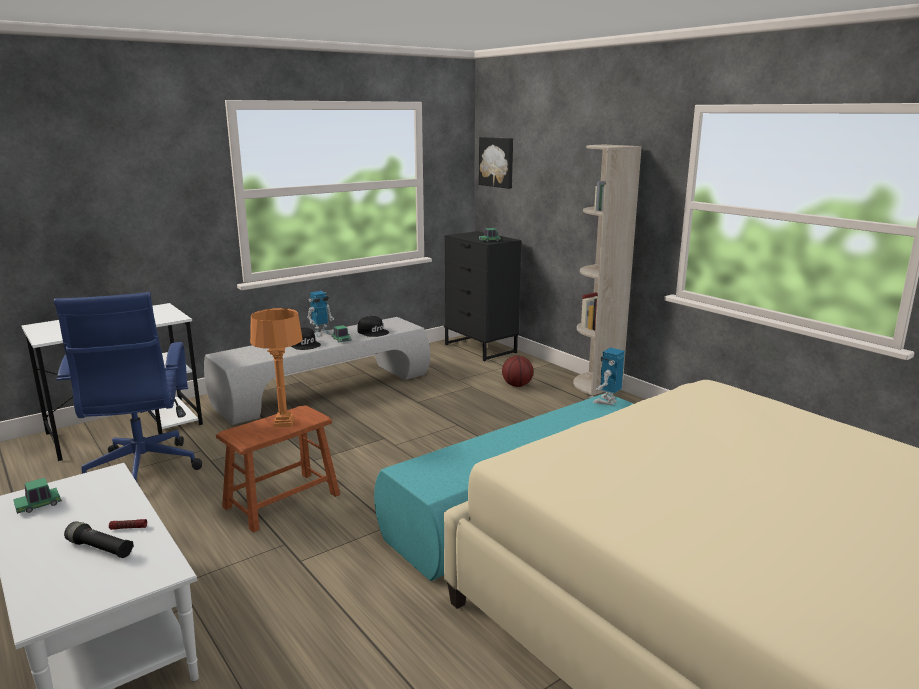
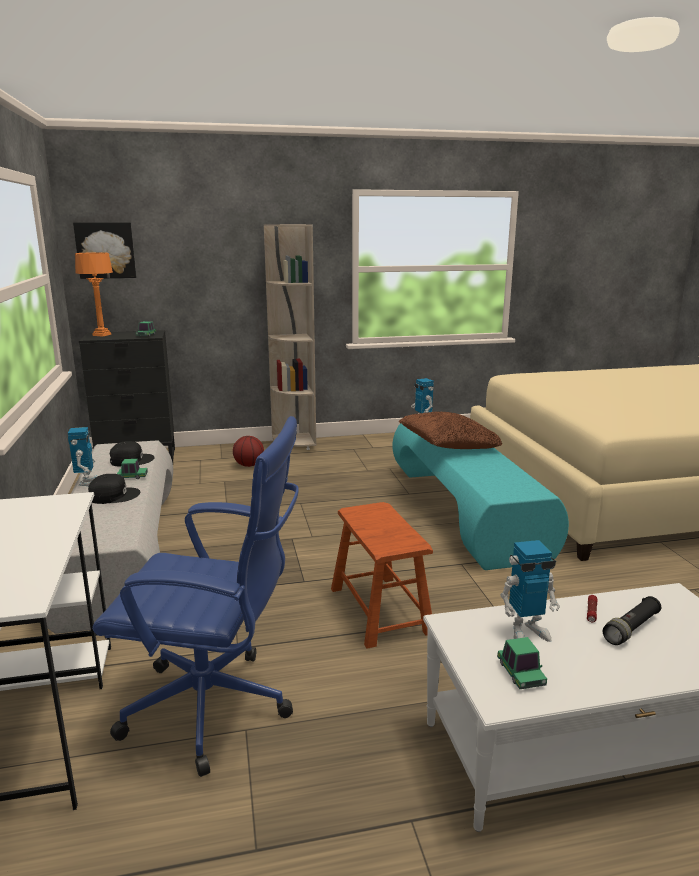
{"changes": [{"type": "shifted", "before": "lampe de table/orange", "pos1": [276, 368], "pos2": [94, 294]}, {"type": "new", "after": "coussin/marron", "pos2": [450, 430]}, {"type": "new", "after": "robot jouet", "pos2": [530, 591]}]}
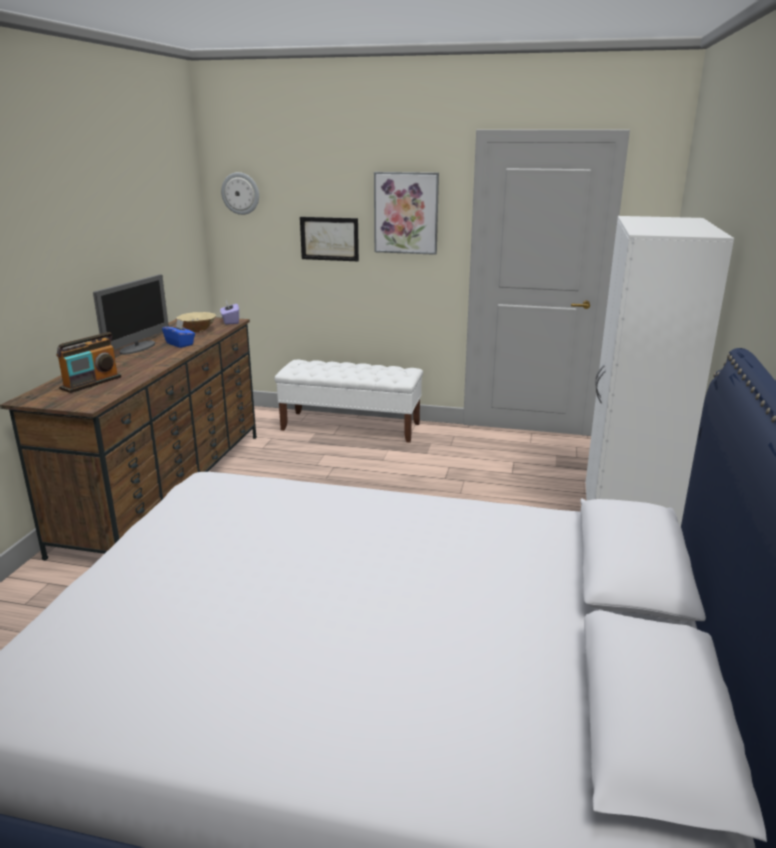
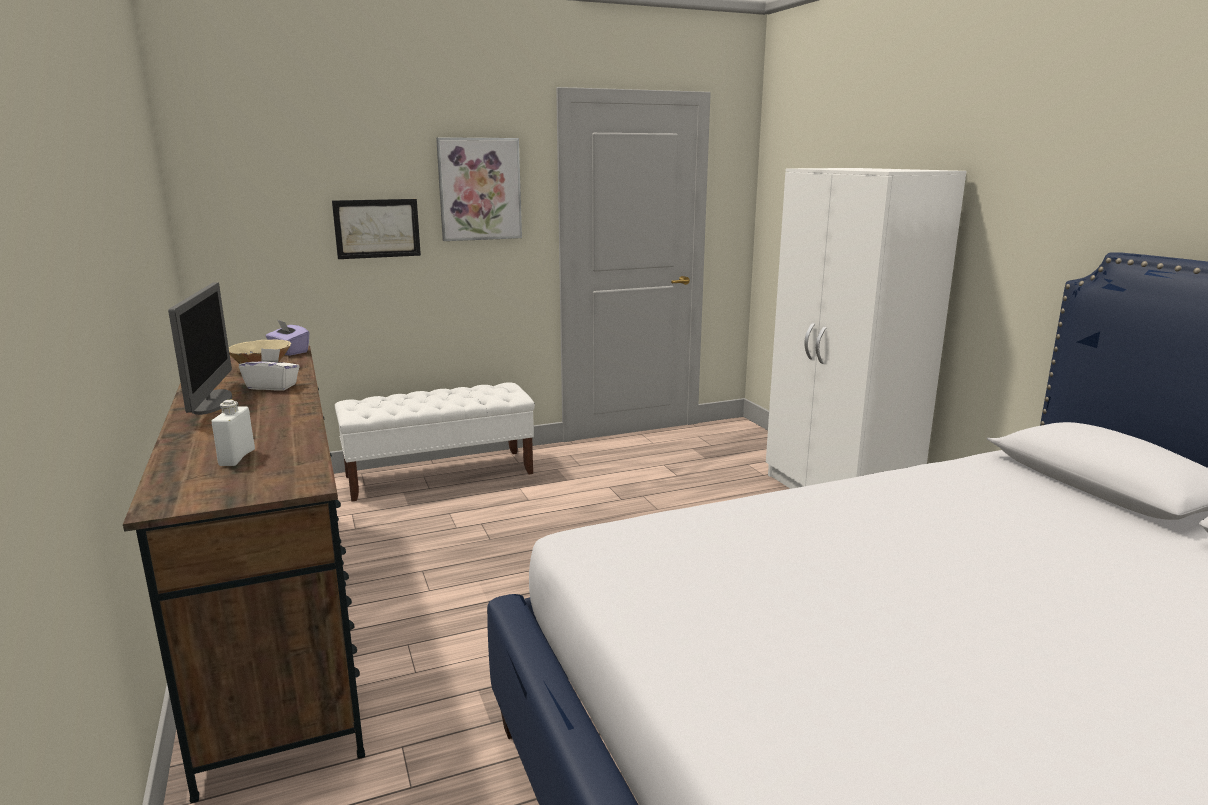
{"changes": [{"type": "swapped", "before": "radio", "after": "bouteille/blanc", "pos1": [88, 362], "pos2": [233, 433]}, {"type": "repainted", "before": "boîte à mouchoirs/bleu", "after": "boîte à mouchoirs/blanc", "pos1": [178, 333], "pos2": [269, 369]}, {"type": "gone", "before": "horloge murale", "pos1": [240, 193]}]}
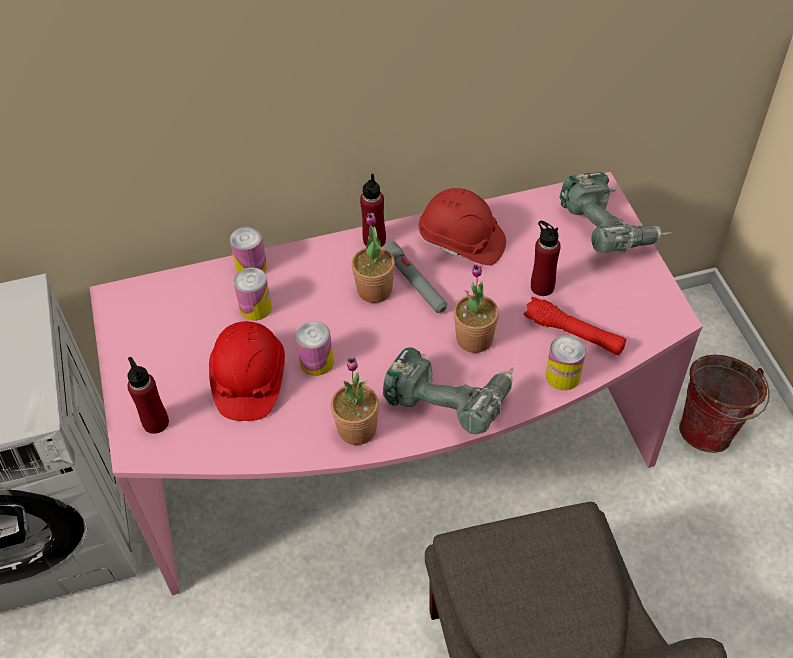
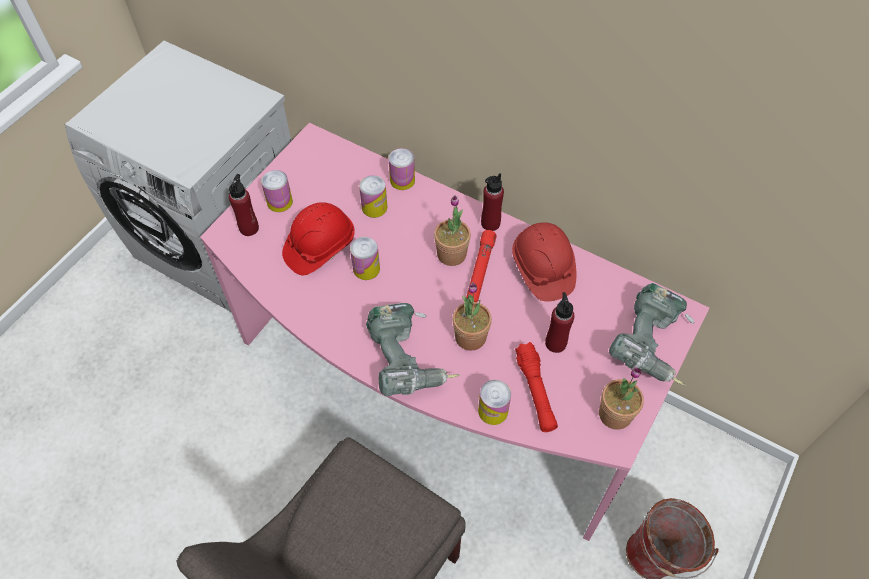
{"changes": [{"type": "new", "after": "boîte métallique", "pos2": [277, 191]}, {"type": "repainted", "before": "lampe de poche/gris", "after": "lampe de poche/rouge", "pos1": [415, 277], "pos2": [481, 266]}, {"type": "shifted", "before": "plante en pot", "pos1": [355, 401], "pos2": [621, 398]}]}
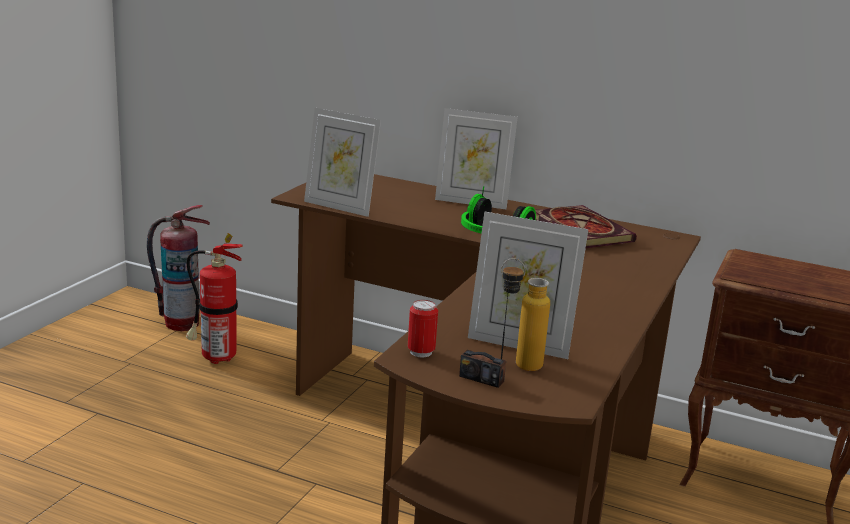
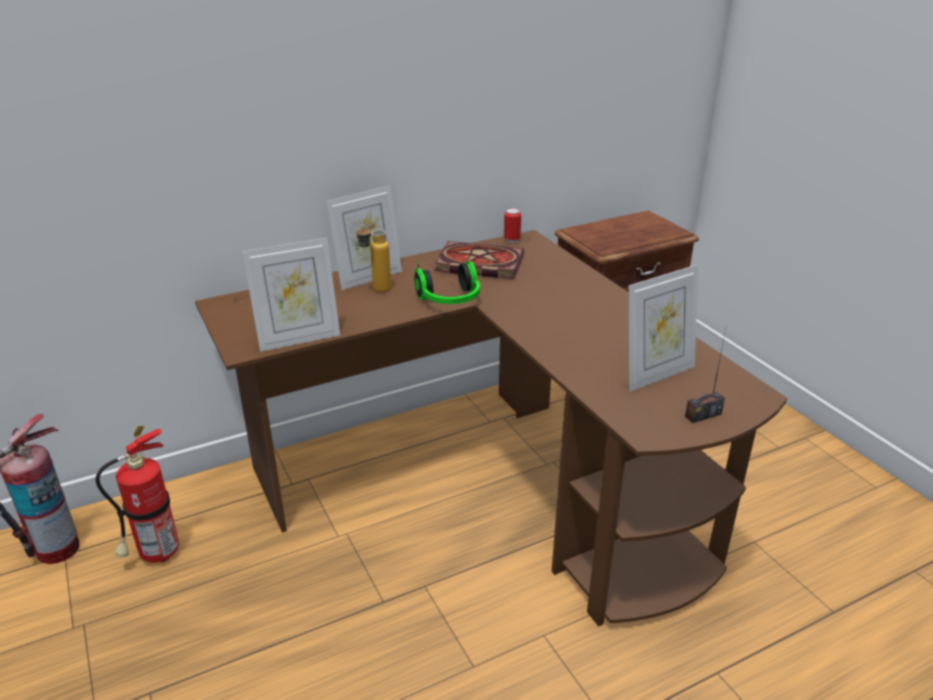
{"changes": [{"type": "shifted", "before": "bouteille", "pos1": [525, 314], "pos2": [373, 257]}, {"type": "shifted", "before": "boîte métallique", "pos1": [423, 328], "pos2": [512, 225]}]}
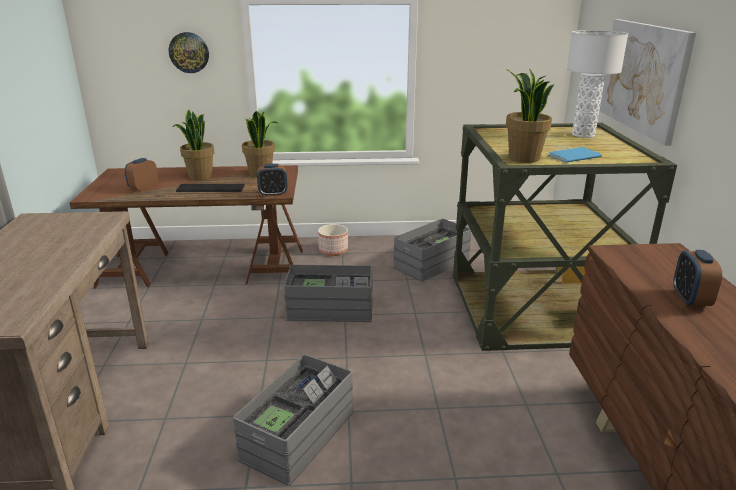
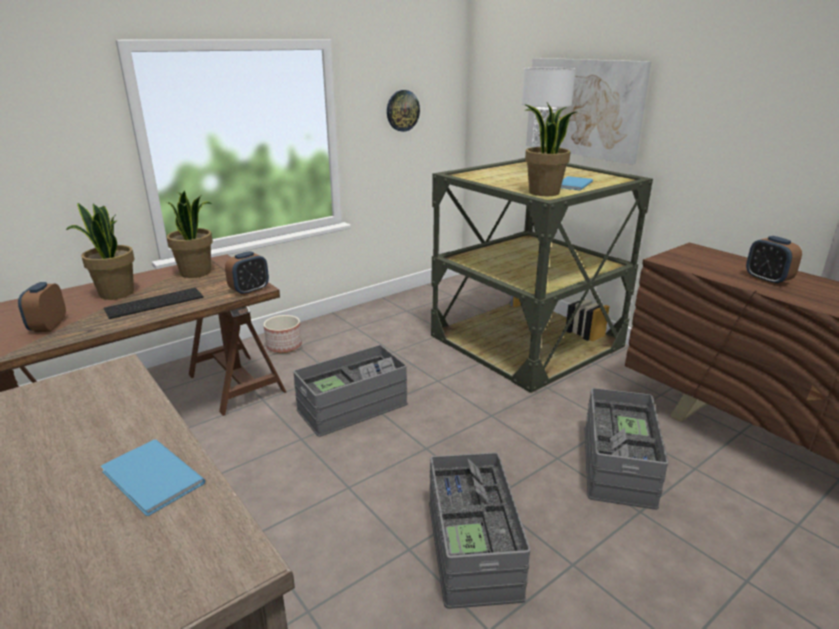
{"changes": [{"type": "new", "after": "livre/bleu", "pos2": [153, 477]}, {"type": "shifted", "before": "horloge murale", "pos1": [189, 52], "pos2": [403, 111]}, {"type": "shifted", "before": "boîte de rangement/gris", "pos1": [432, 250], "pos2": [626, 449]}]}
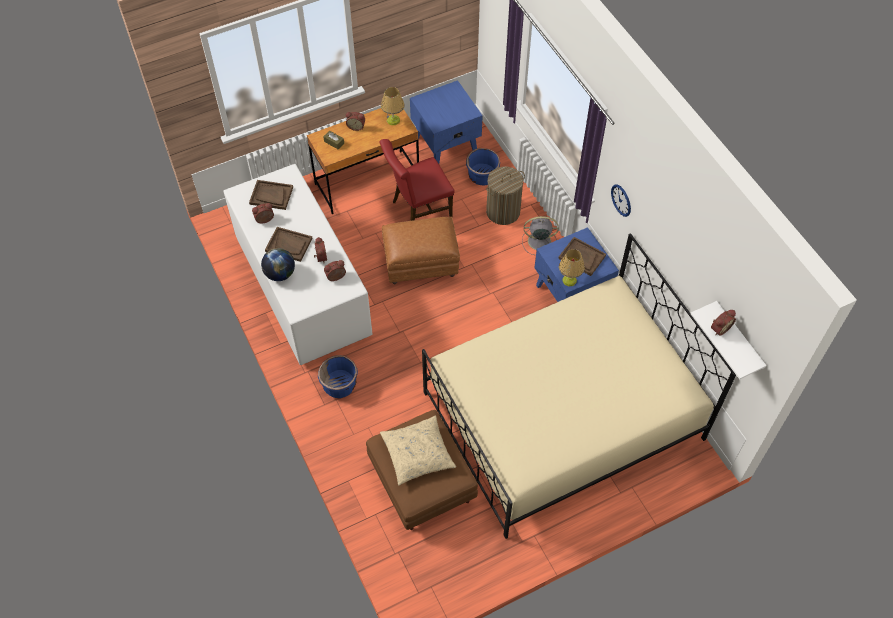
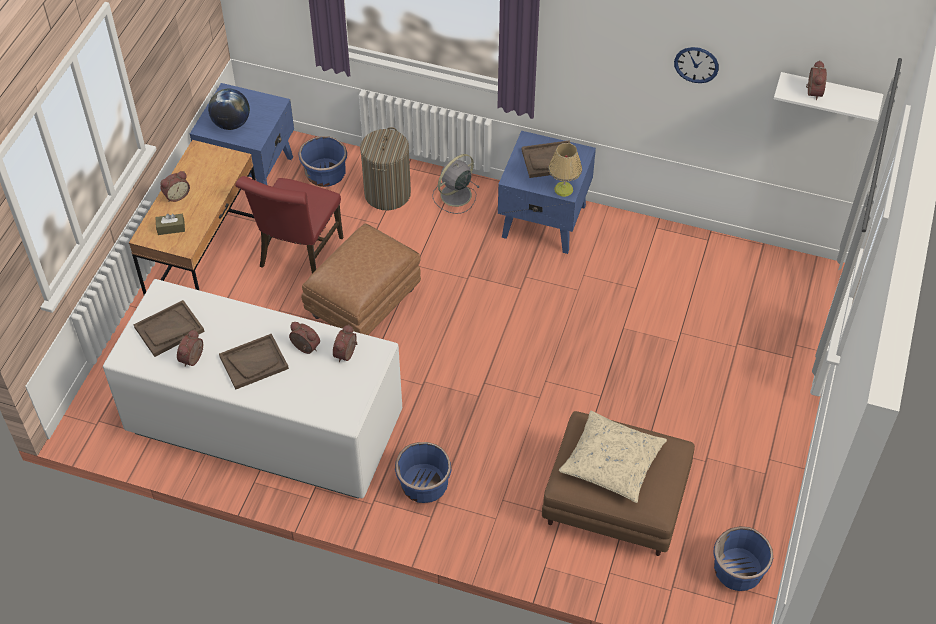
{"changes": [{"type": "shifted", "before": "globe", "pos1": [278, 264], "pos2": [229, 109]}, {"type": "shifted", "before": "horloge murale", "pos1": [621, 200], "pos2": [696, 65]}, {"type": "new", "after": "cache-pot/bleu", "pos2": [743, 558]}, {"type": "gone", "before": "lampe de table", "pos1": [393, 106]}, {"type": "gone", "before": "lit/beige", "pos1": [579, 386]}]}
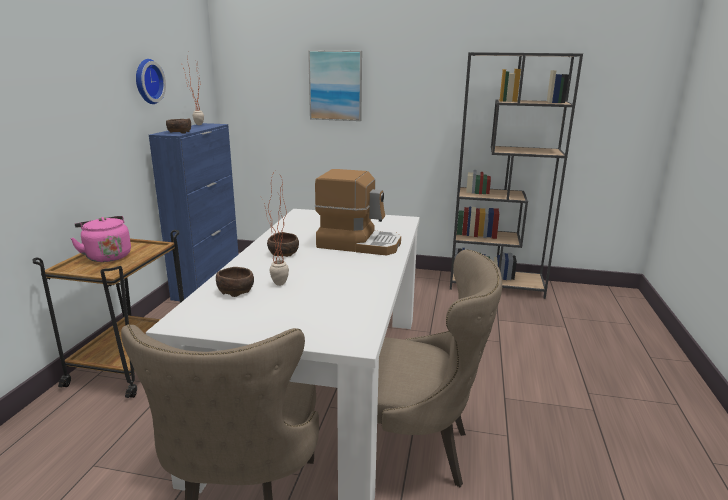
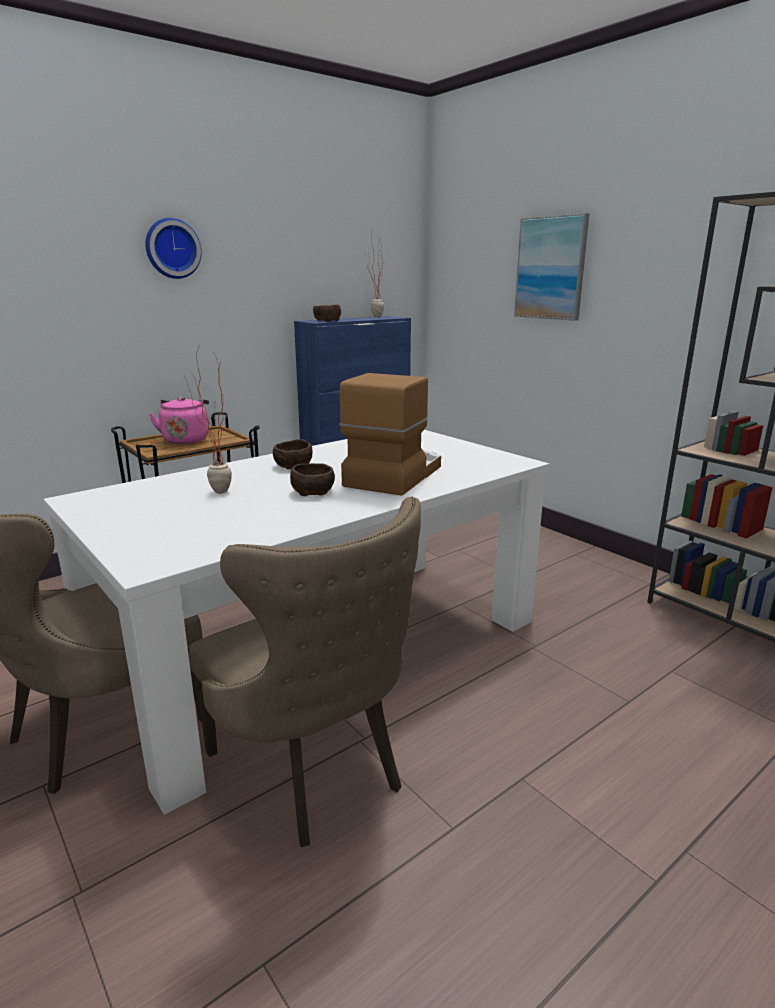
{"changes": [{"type": "shifted", "before": "horloge murale", "pos1": [151, 81], "pos2": [173, 248]}, {"type": "shifted", "before": "bol/marron", "pos1": [235, 282], "pos2": [312, 479]}, {"type": "rotated", "before": "machine à café", "pos1": [358, 212], "pos2": [390, 434], "turn": -120}]}
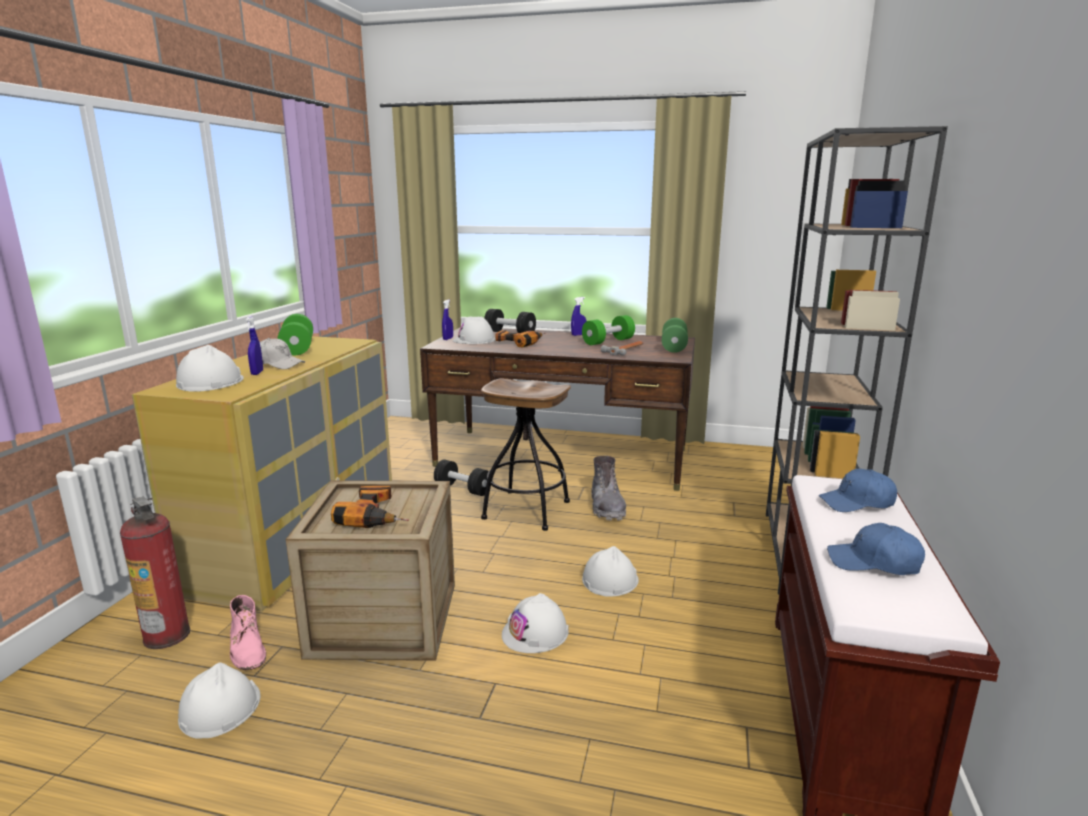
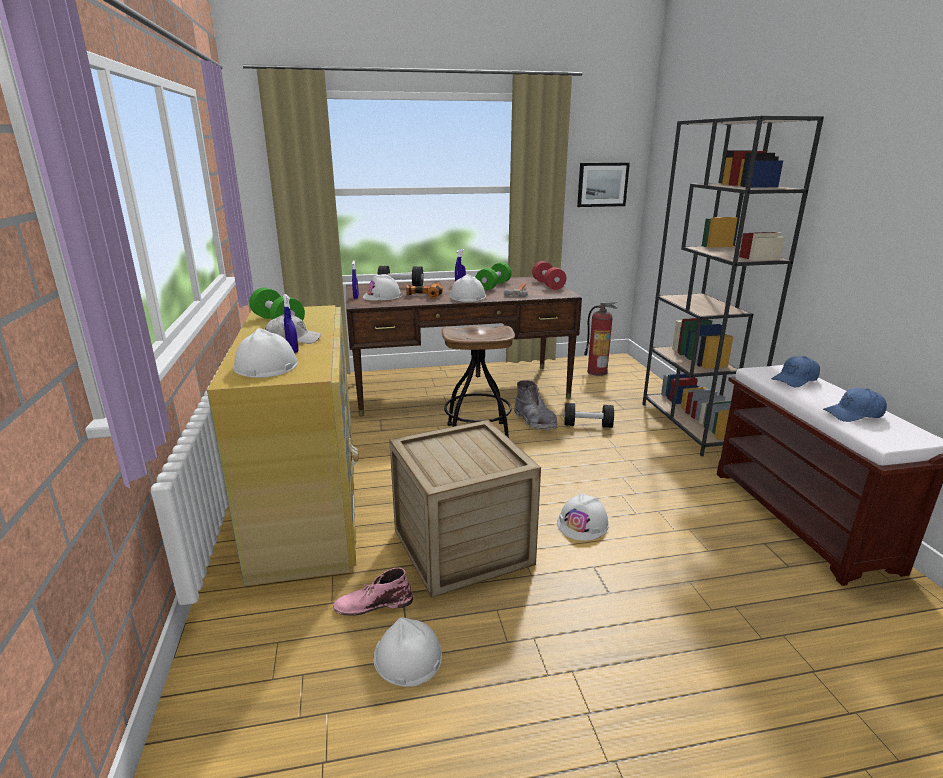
{"changes": [{"type": "rotated", "before": "botte/rose", "pos1": [248, 632], "pos2": [373, 592], "turn": 135}, {"type": "shifted", "before": "casque de chantier/blanc", "pos1": [610, 571], "pos2": [468, 288]}, {"type": "repainted", "before": "haltère/vert", "after": "haltère/rouge", "pos1": [675, 335], "pos2": [549, 275]}, {"type": "shifted", "before": "haltère/noir", "pos1": [461, 478], "pos2": [589, 415]}, {"type": "new", "after": "tableau", "pos2": [603, 185]}, {"type": "shifted", "before": "extincteur", "pos1": [155, 573], "pos2": [601, 338]}, {"type": "gone", "before": "perceuse", "pos1": [370, 507]}]}
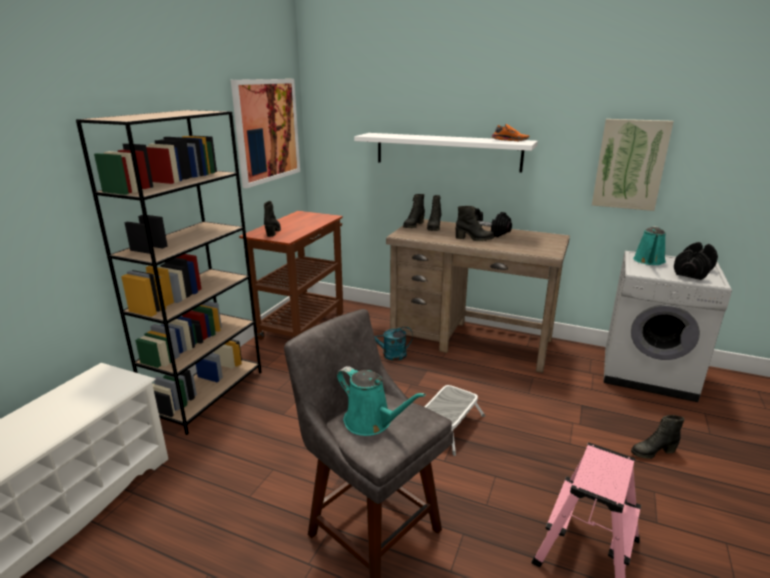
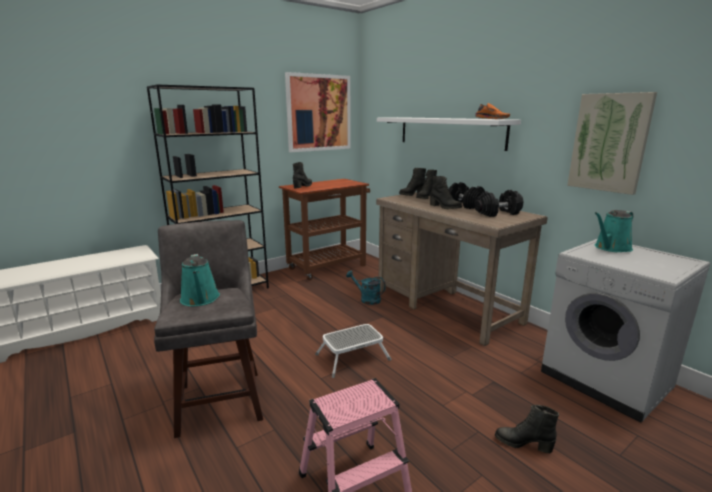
{"changes": [{"type": "shifted", "before": "haltère/noir", "pos1": [696, 261], "pos2": [499, 203]}]}
